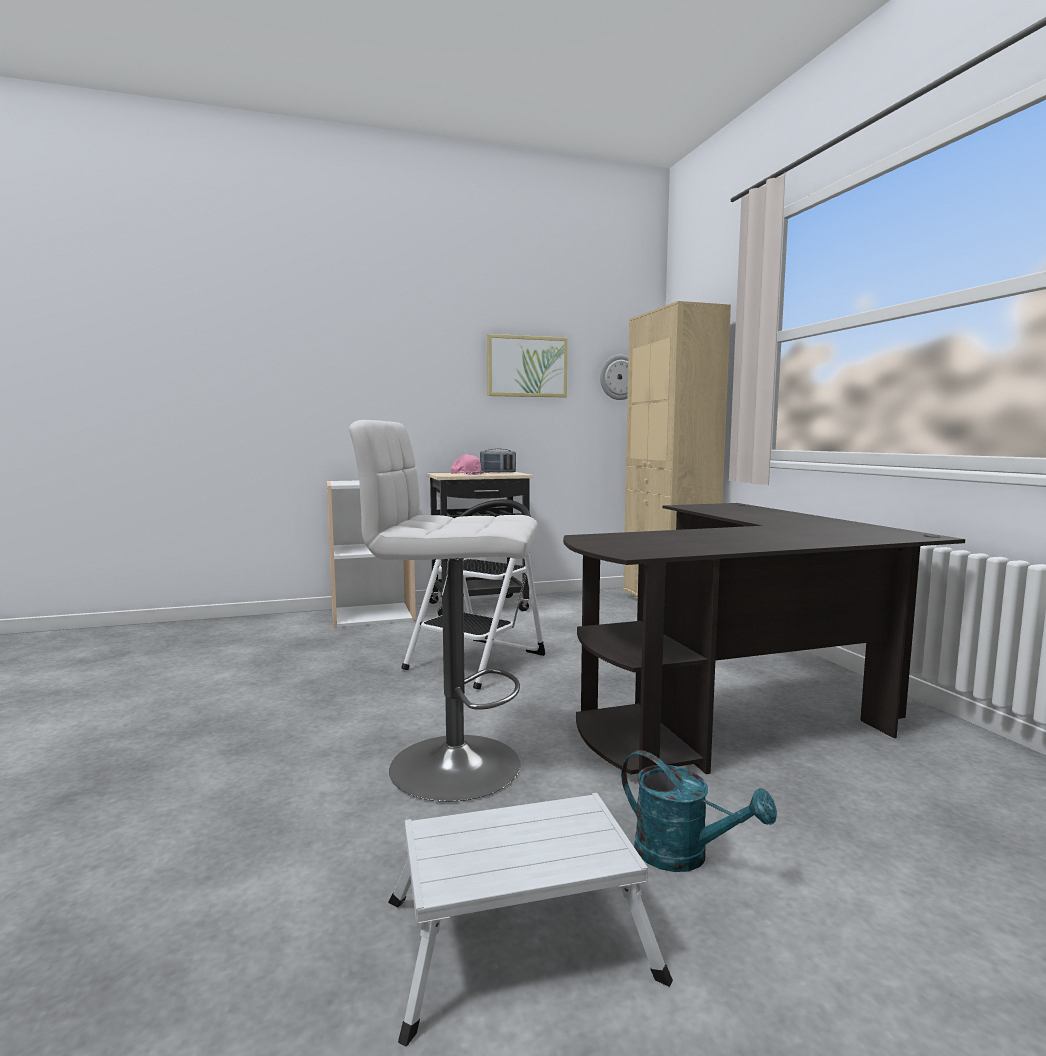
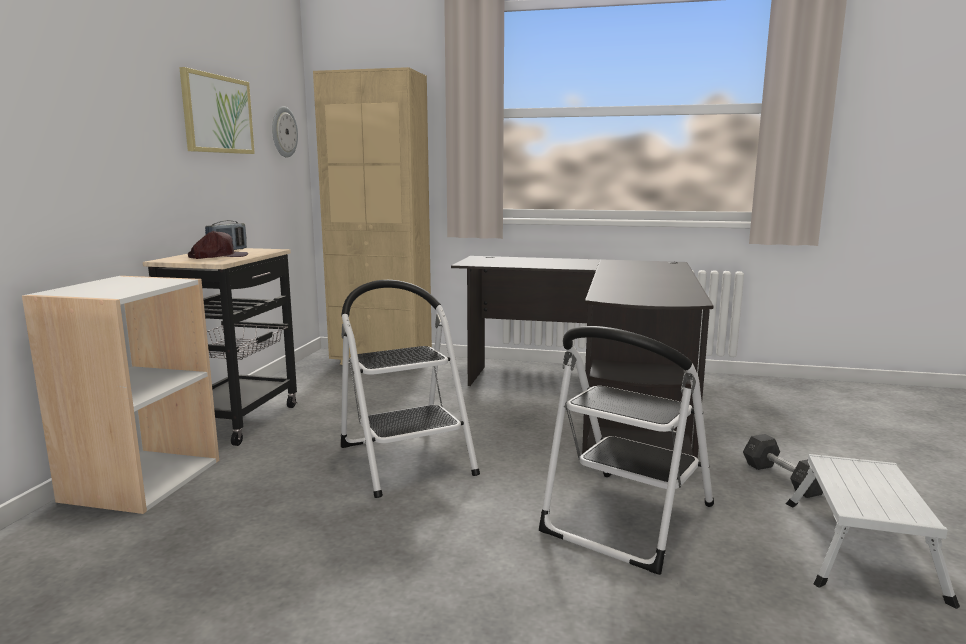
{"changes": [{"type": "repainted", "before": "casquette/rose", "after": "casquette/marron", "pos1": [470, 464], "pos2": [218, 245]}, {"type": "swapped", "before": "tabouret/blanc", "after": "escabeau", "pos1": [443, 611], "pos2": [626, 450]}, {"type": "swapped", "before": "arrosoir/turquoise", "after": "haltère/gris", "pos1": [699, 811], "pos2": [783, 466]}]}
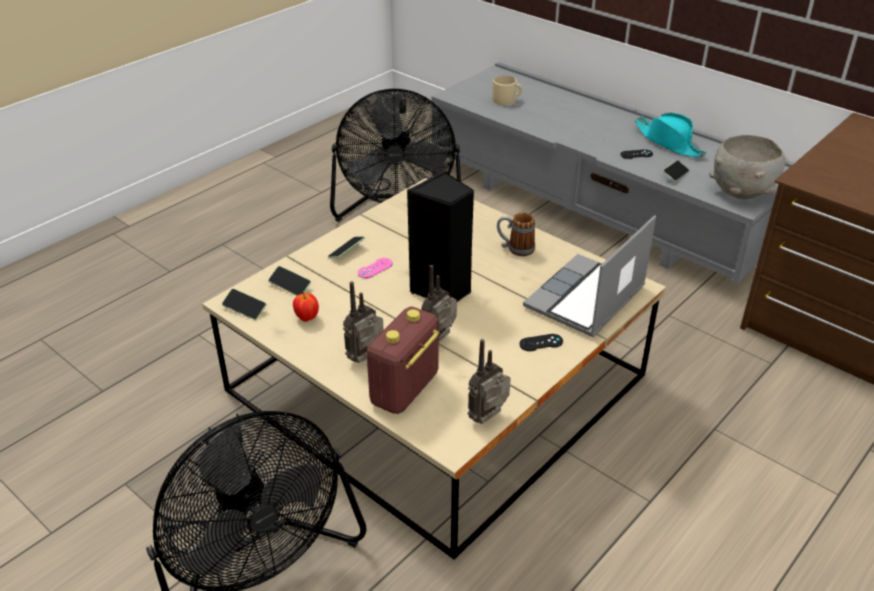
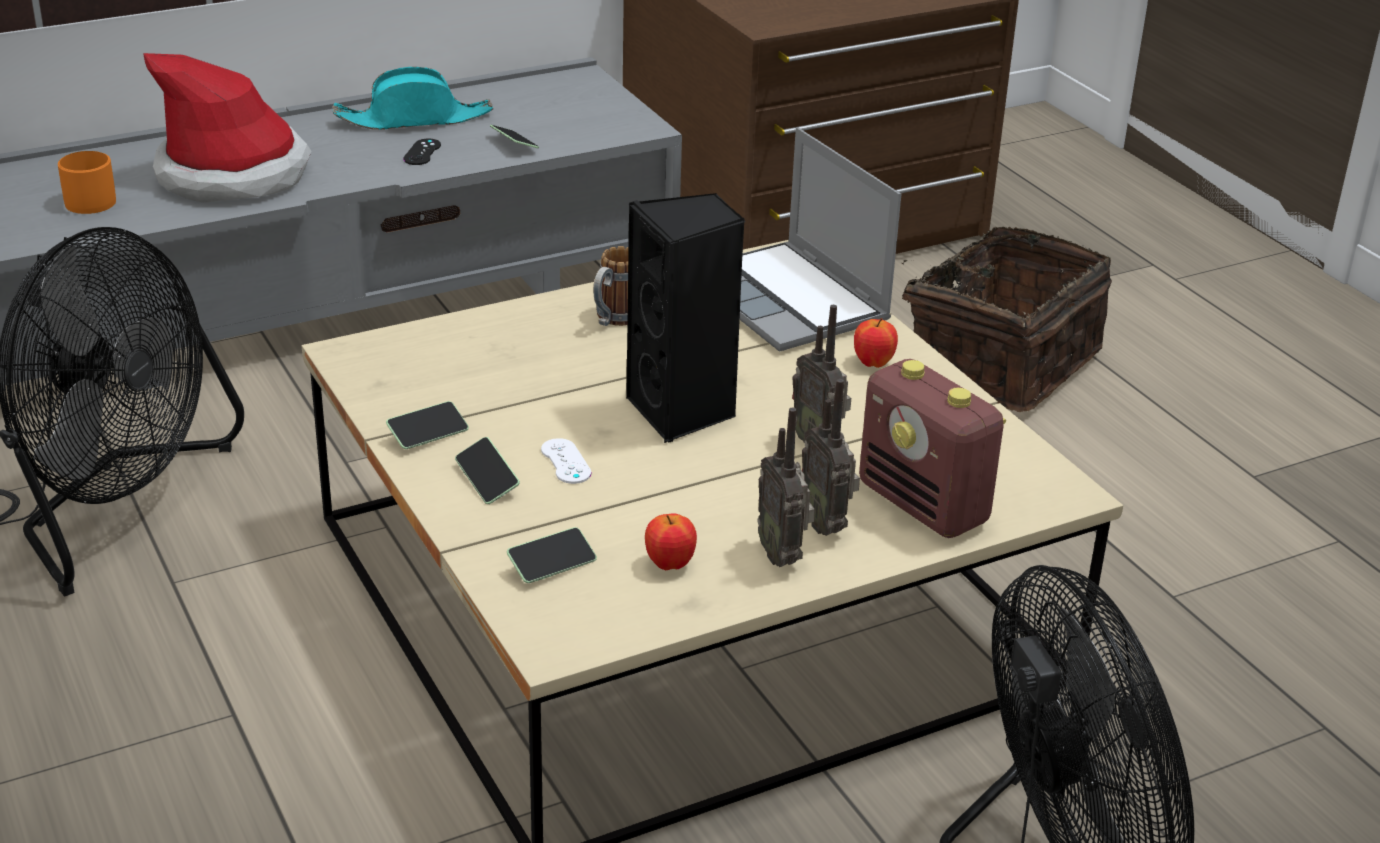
{"changes": [{"type": "repainted", "before": "mug/beige", "after": "mug/orange", "pos1": [507, 90], "pos2": [87, 182]}, {"type": "new", "after": "chapeau", "pos2": [227, 128]}, {"type": "shifted", "before": "téléphone", "pos1": [244, 304], "pos2": [427, 425]}, {"type": "repainted", "before": "manette/rose", "after": "manette/blanc", "pos1": [375, 268], "pos2": [566, 461]}, {"type": "shifted", "before": "radio", "pos1": [489, 381], "pos2": [786, 487]}, {"type": "swapped", "before": "manette/noir", "after": "pomme", "pos1": [541, 342], "pos2": [876, 343]}, {"type": "new", "after": "panier", "pos2": [1006, 319]}, {"type": "gone", "before": "bol/gris", "pos1": [748, 167]}]}
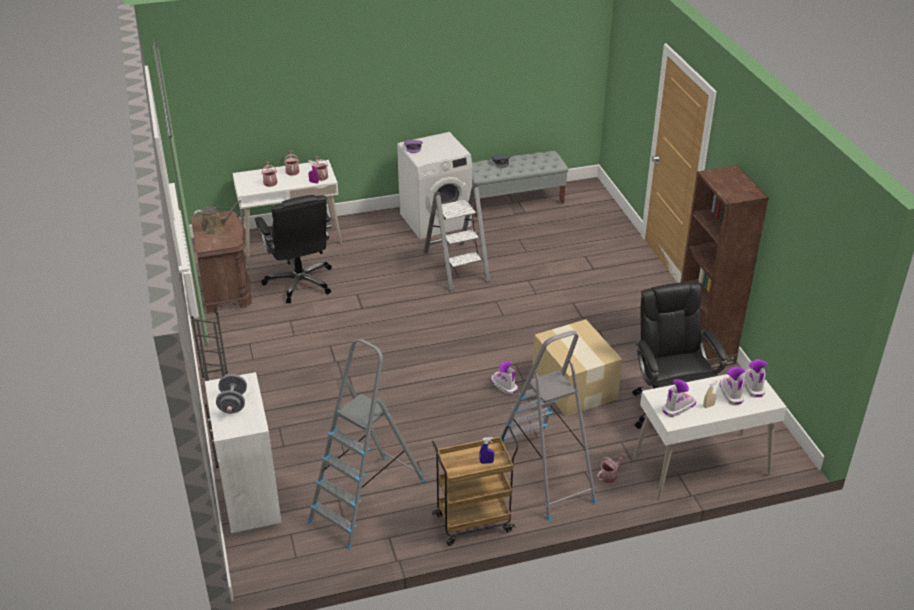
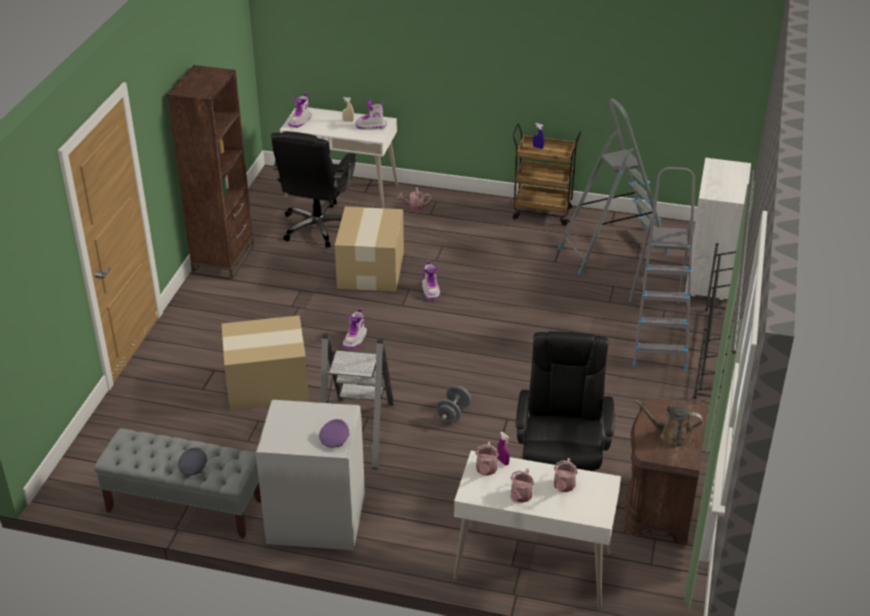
{"changes": [{"type": "new", "after": "carton", "pos2": [265, 363]}, {"type": "shifted", "before": "botte", "pos1": [732, 386], "pos2": [354, 328]}, {"type": "shifted", "before": "haltère/gris", "pos1": [231, 394], "pos2": [453, 404]}, {"type": "shifted", "before": "escabeau/gris", "pos1": [548, 426], "pos2": [662, 268]}]}
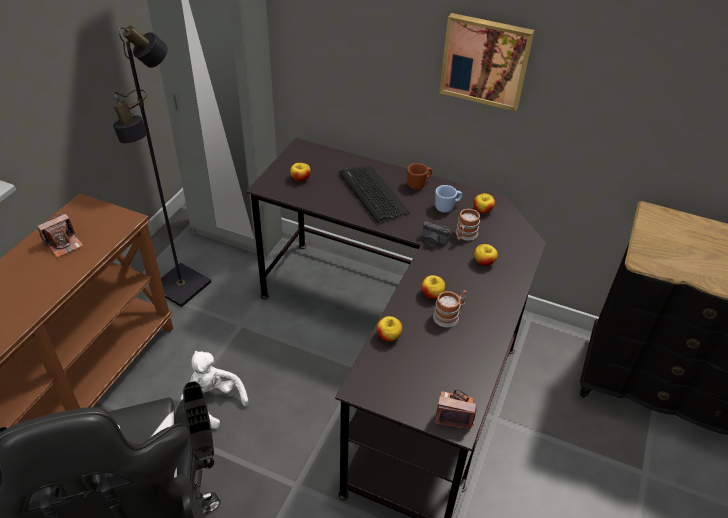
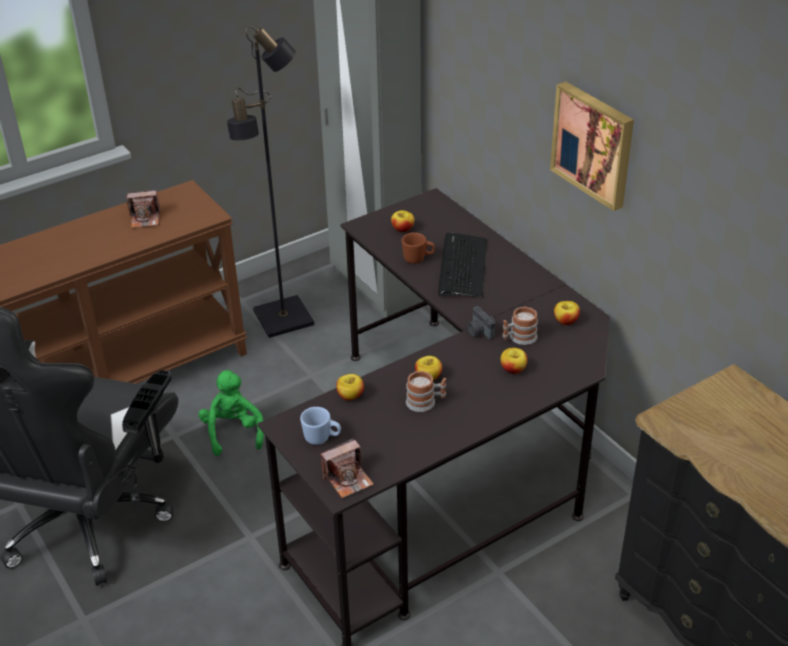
{"changes": [{"type": "repainted", "before": "peluche/blanc", "after": "peluche/vert", "pos1": [214, 390], "pos2": [231, 413]}, {"type": "shifted", "before": "mug/bleu", "pos1": [448, 199], "pos2": [320, 426]}, {"type": "rotated", "before": "appareil photo", "pos1": [456, 409], "pos2": [347, 468], "turn": 105}, {"type": "shifted", "before": "mug/marron", "pos1": [419, 176], "pos2": [418, 248]}]}
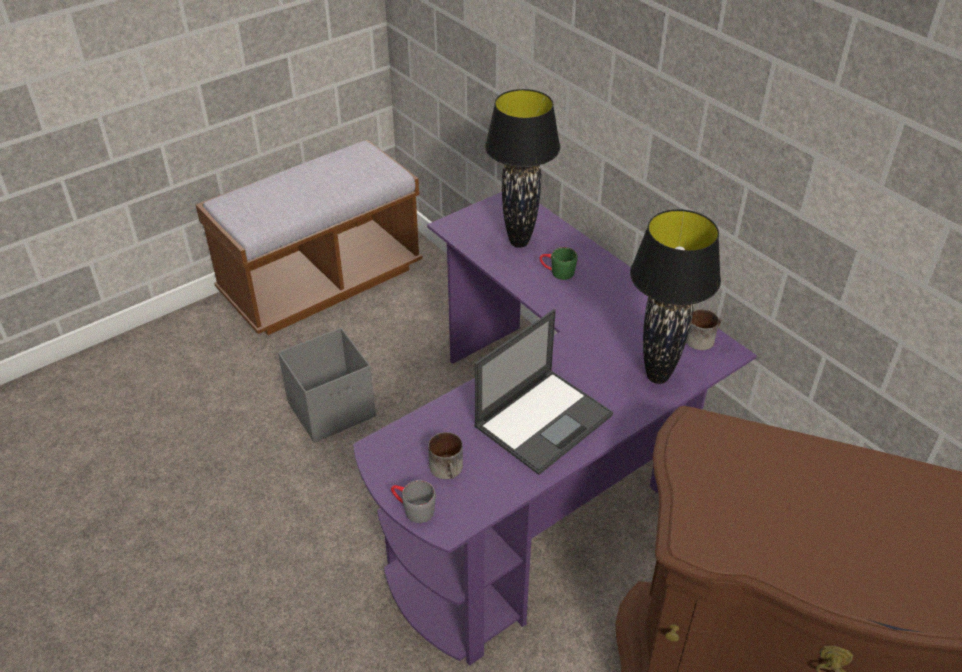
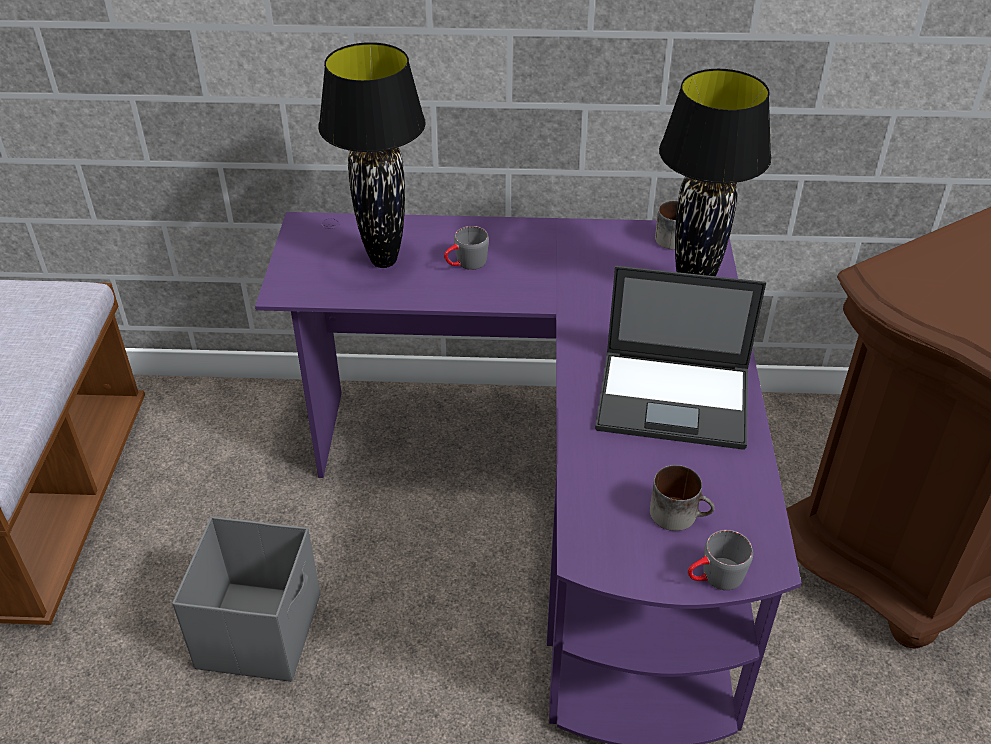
{"changes": [{"type": "repainted", "before": "mug/vert", "after": "mug/gris", "pos1": [559, 263], "pos2": [466, 248]}, {"type": "rotated", "before": "ordinateur portable", "pos1": [543, 392], "pos2": [680, 358], "turn": 105}]}
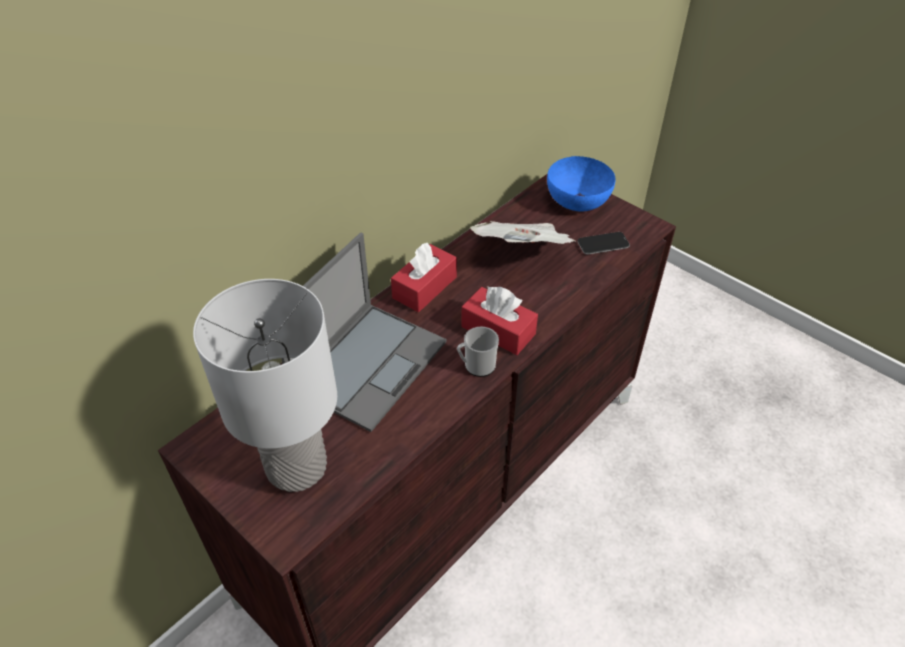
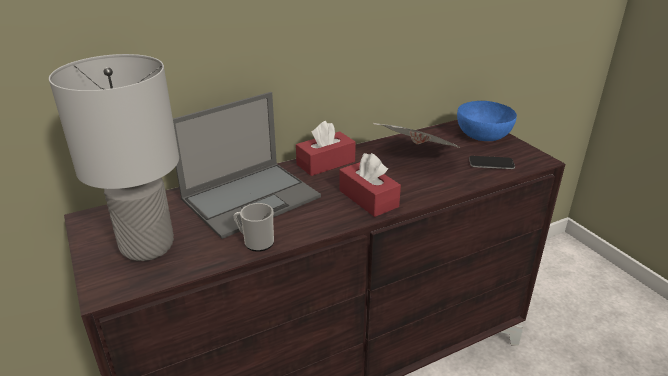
{"changes": [{"type": "shifted", "before": "mug", "pos1": [478, 351], "pos2": [253, 227]}]}
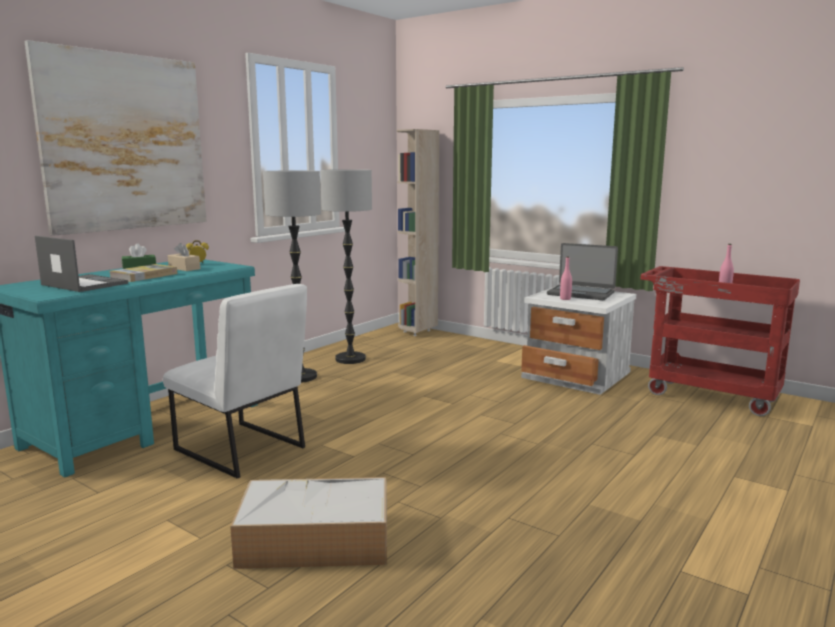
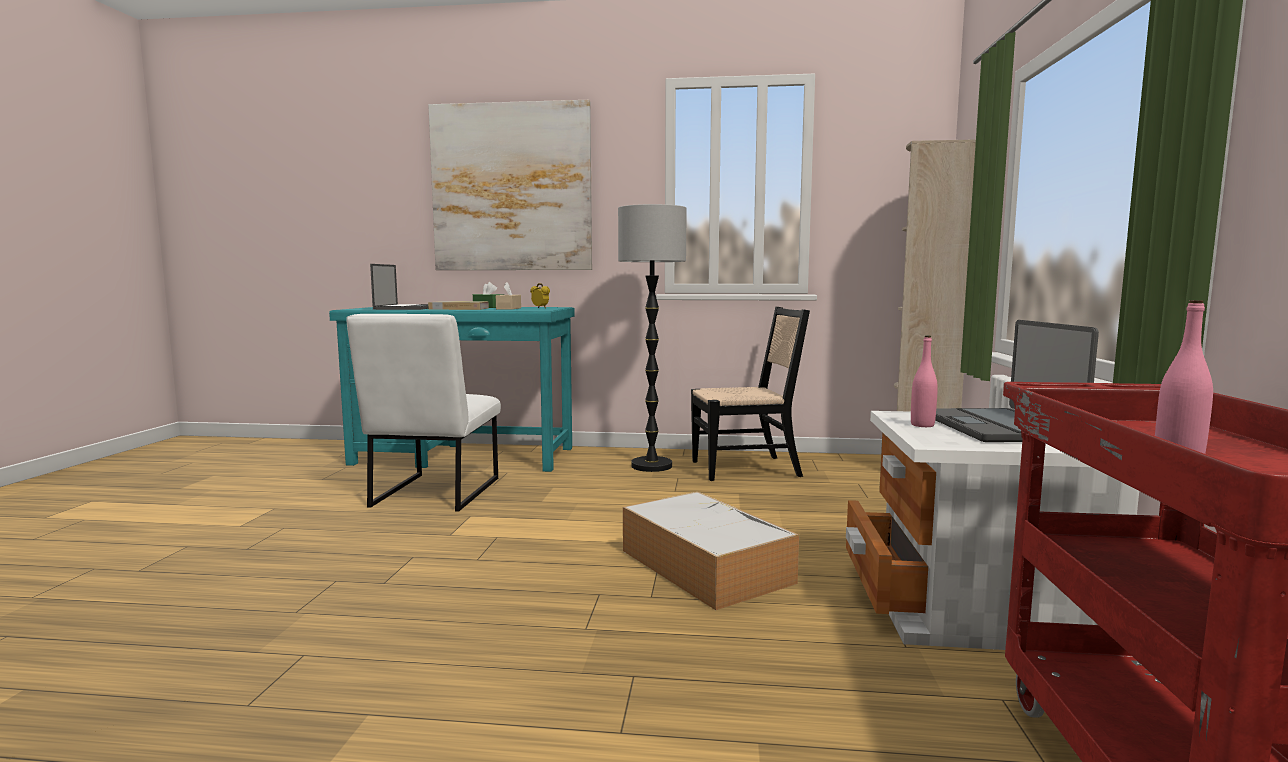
{"changes": [{"type": "shifted", "before": "boîte de rangement", "pos1": [308, 523], "pos2": [711, 551]}, {"type": "swapped", "before": "lampadaire", "after": "chaise", "pos1": [346, 266], "pos2": [750, 394]}]}
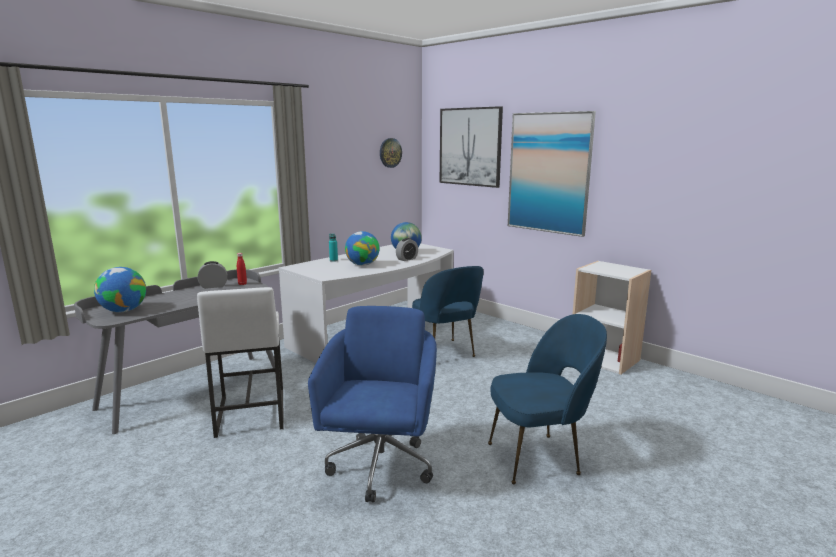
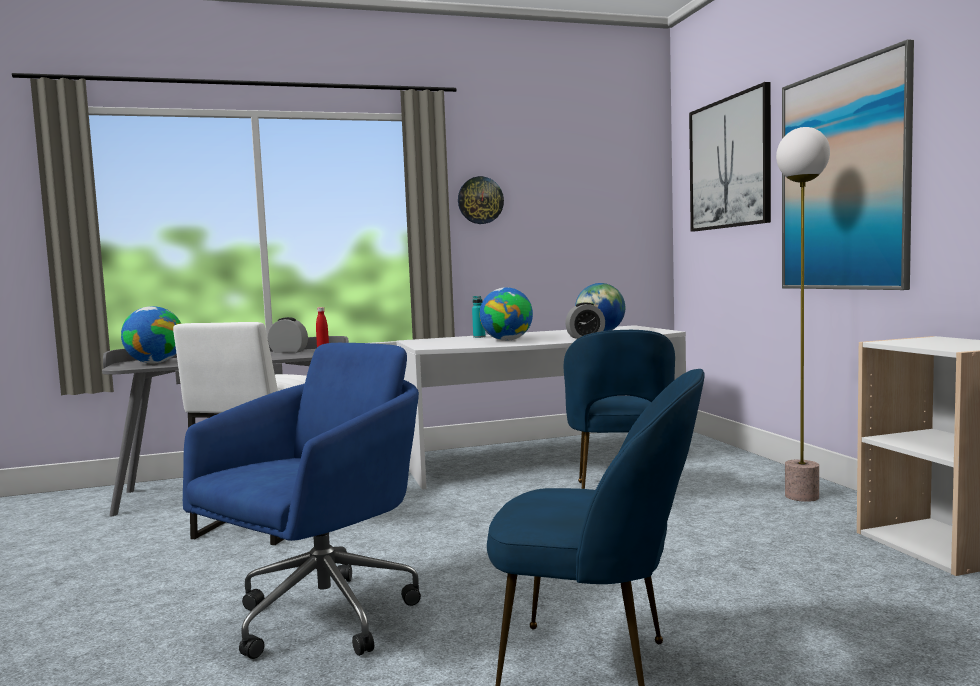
{"changes": [{"type": "shifted", "before": "horloge murale", "pos1": [391, 153], "pos2": [481, 200]}, {"type": "new", "after": "lampadaire", "pos2": [803, 314]}]}
